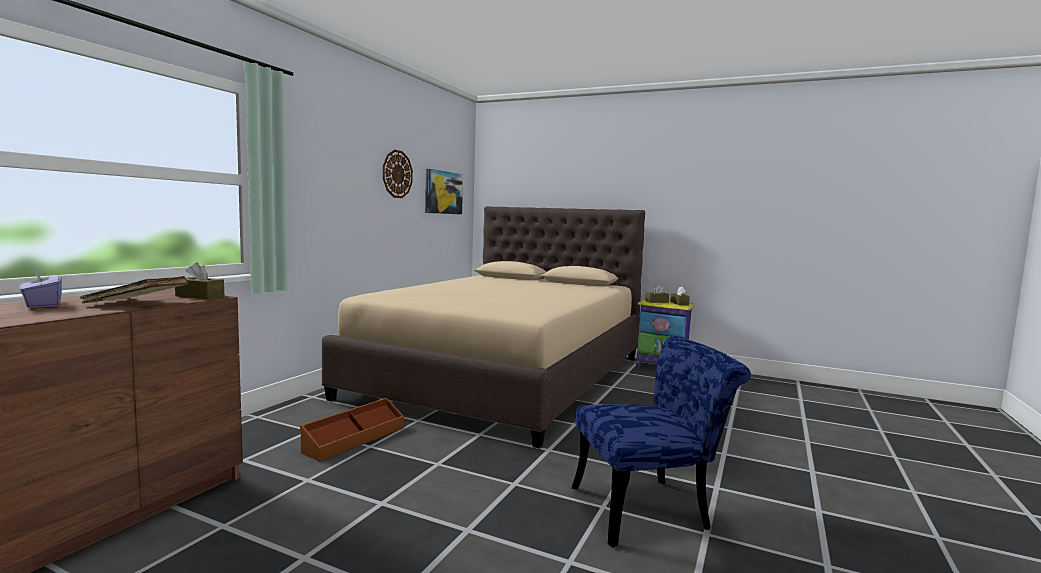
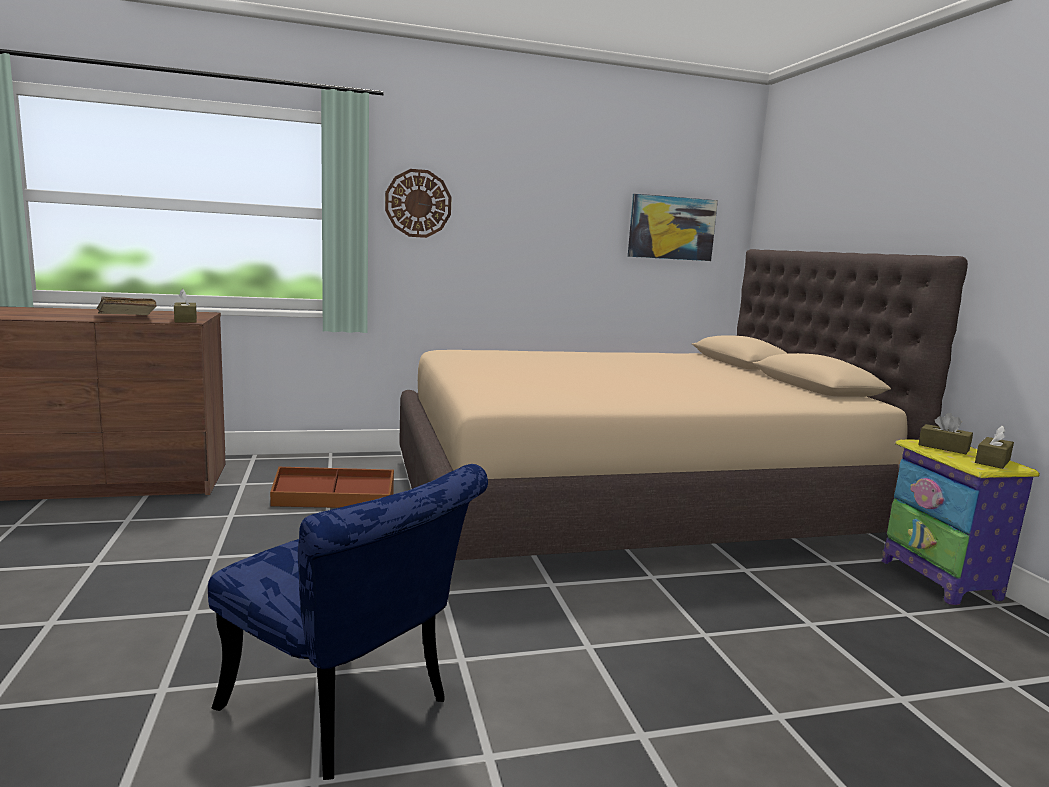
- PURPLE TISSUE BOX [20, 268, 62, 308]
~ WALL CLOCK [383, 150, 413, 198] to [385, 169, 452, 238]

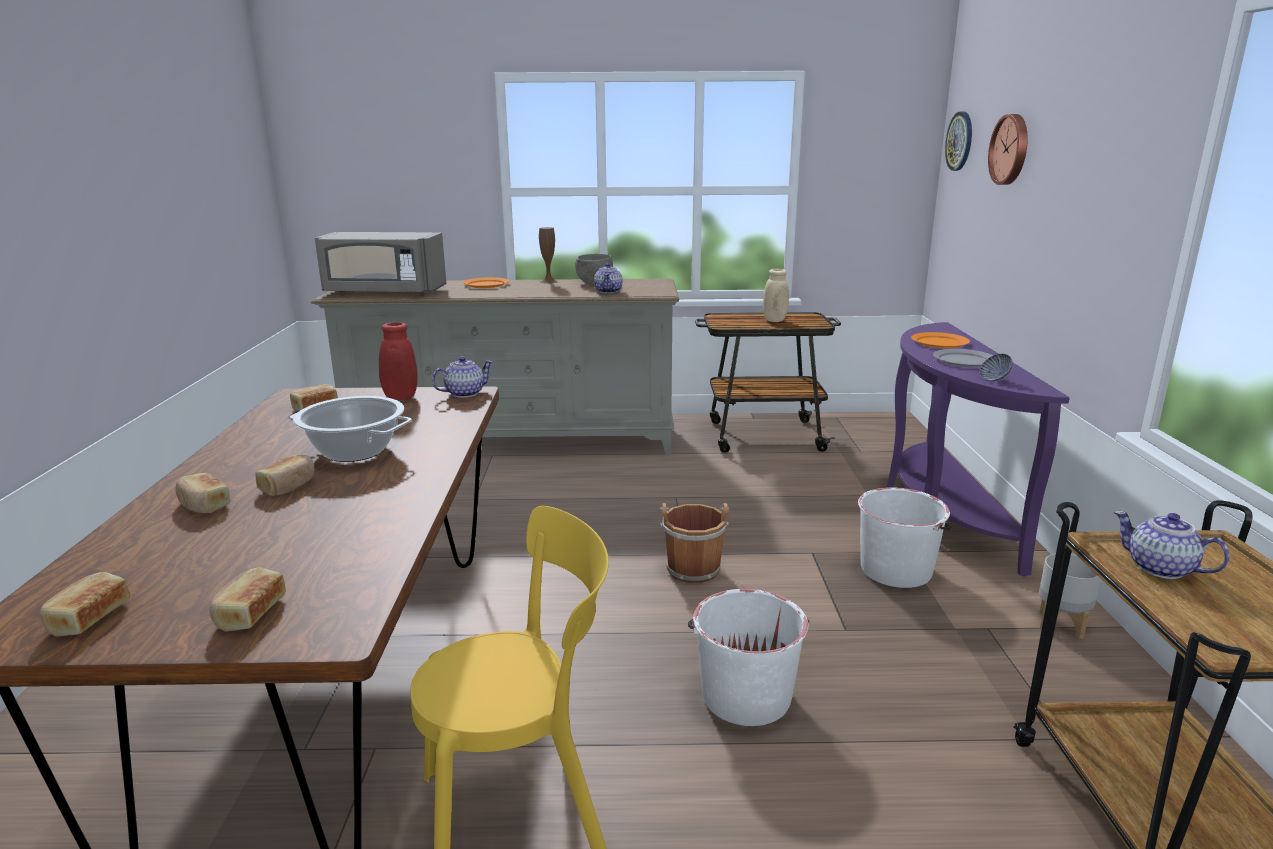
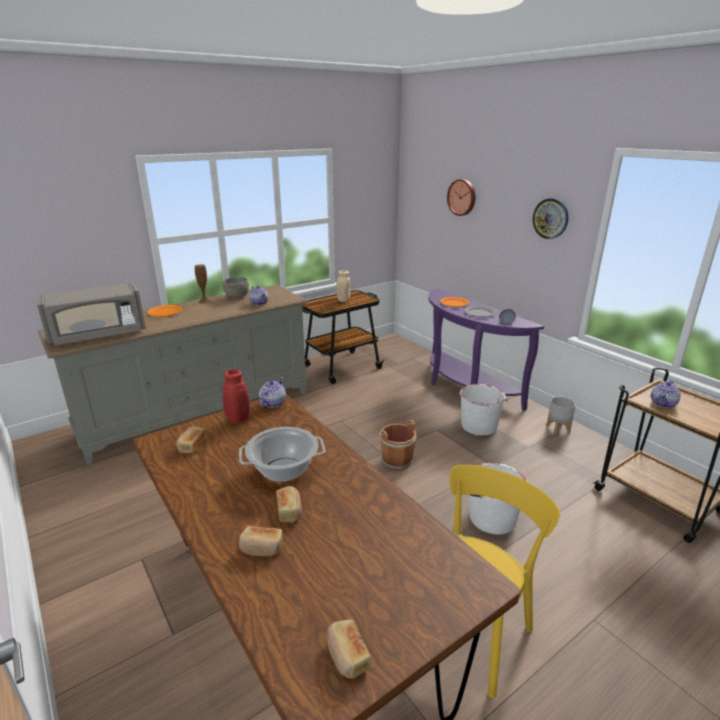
- BREAD [209, 568, 286, 631]
~ WALL CLOCK [945, 112, 972, 171] to [532, 198, 568, 239]
~ TEAPOT [1114, 511, 1230, 579] = [651, 380, 681, 408] 60 degrees counterclockwise

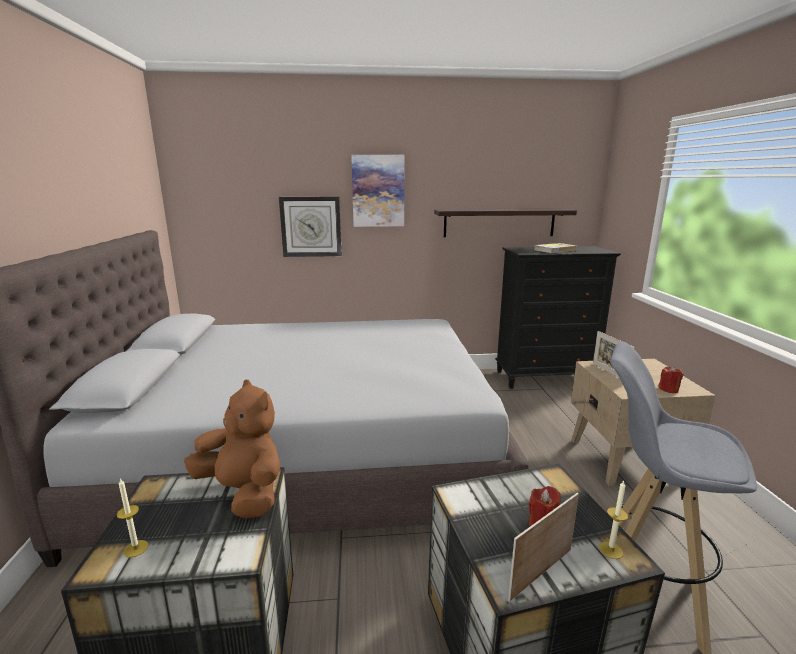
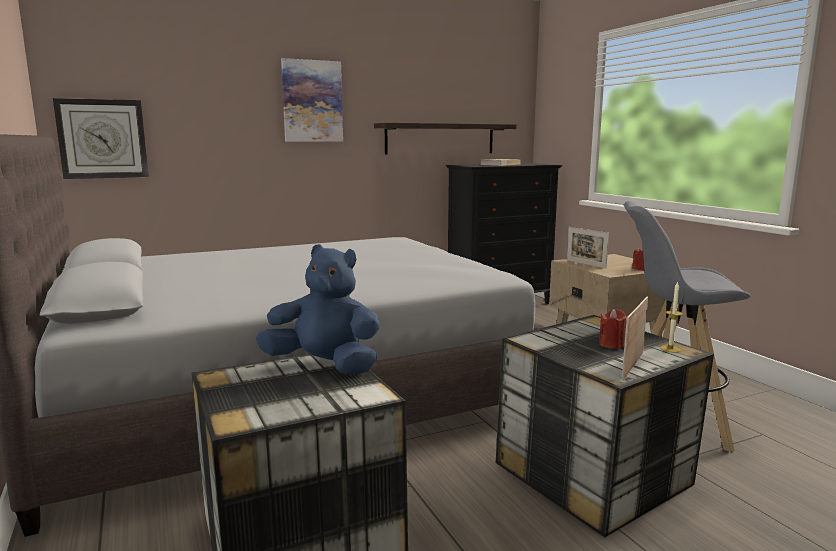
- CANDLE [116, 478, 148, 558]
~ WALL CLOCK [279, 197, 342, 257] to [53, 98, 149, 179]
~ BROWN PLUSH TOY [184, 380, 280, 518] to BLUE PLUSH TOY [256, 244, 380, 375]

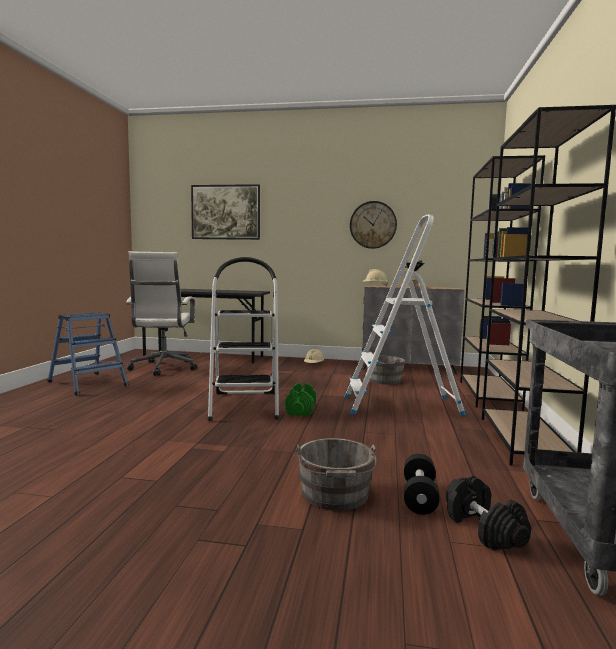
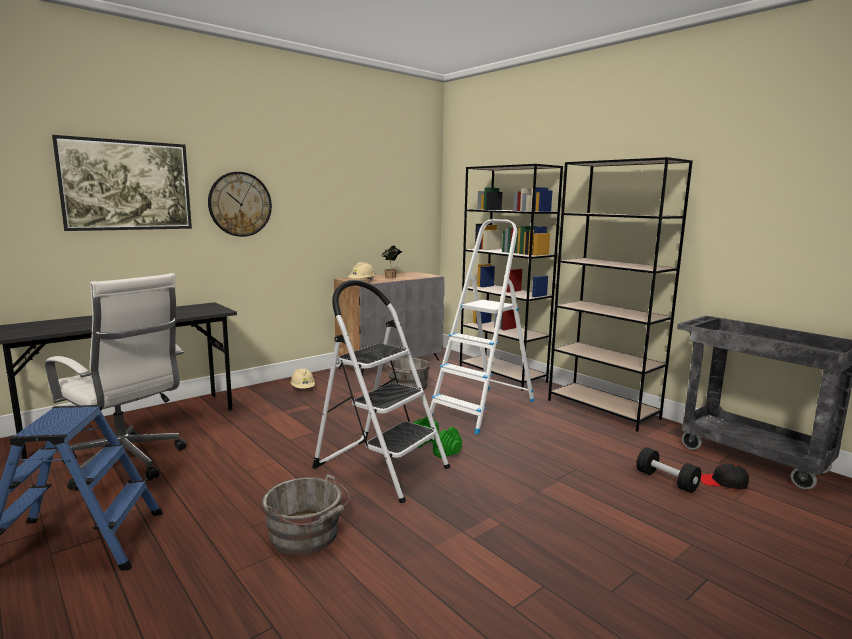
~ GREY BUCKET [296, 438, 377, 511] to [262, 474, 350, 555]
~ WALL CLOCK [350, 201, 397, 249] to [208, 172, 272, 237]
~ BLACK DUMBBELL [446, 476, 531, 551] to BLACK CAP [701, 464, 749, 489]

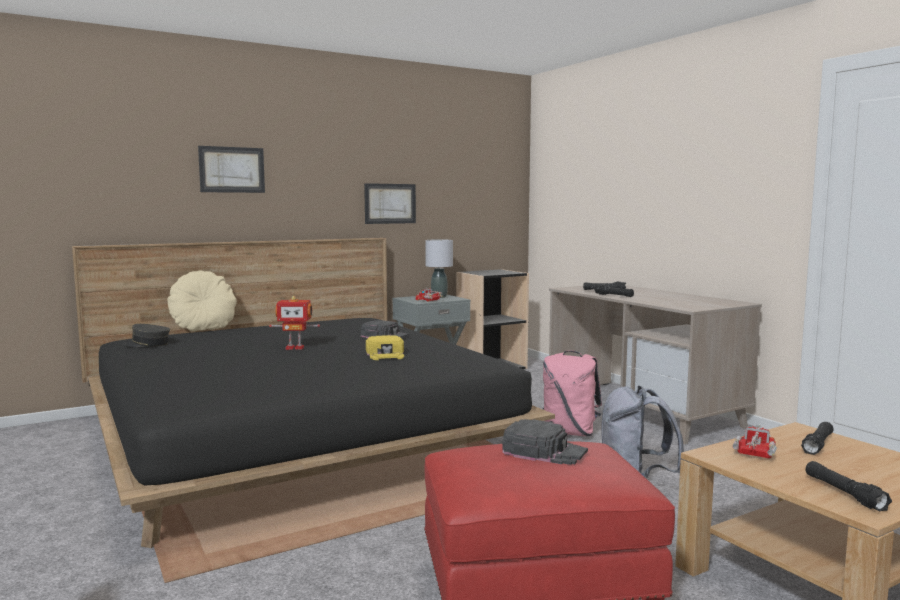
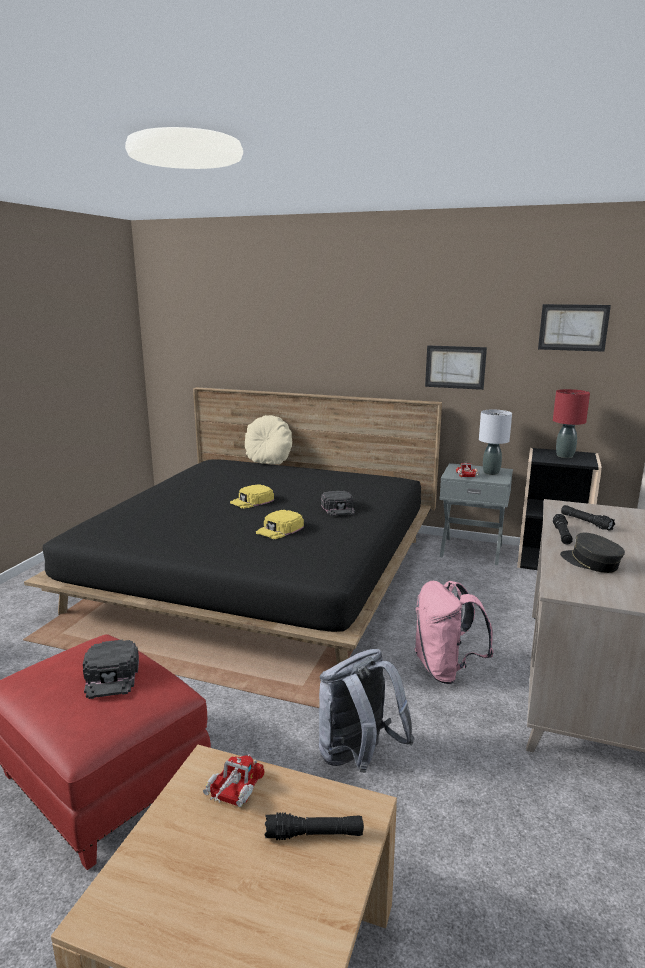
- BLACK FLASHLIGHT [805, 461, 892, 512]
+ RED TABLE LAMP [553, 389, 590, 458]
~ GREY CAP [123, 324, 170, 347] to [560, 533, 625, 573]
~ PICTURE [198, 146, 265, 193] to [538, 304, 611, 352]
~ TOY ROBOT [269, 296, 320, 350] to YELLOW CAP [230, 484, 274, 508]
~ TOY TRUCK [732, 424, 777, 458] = [203, 753, 265, 807] 60 degrees counterclockwise

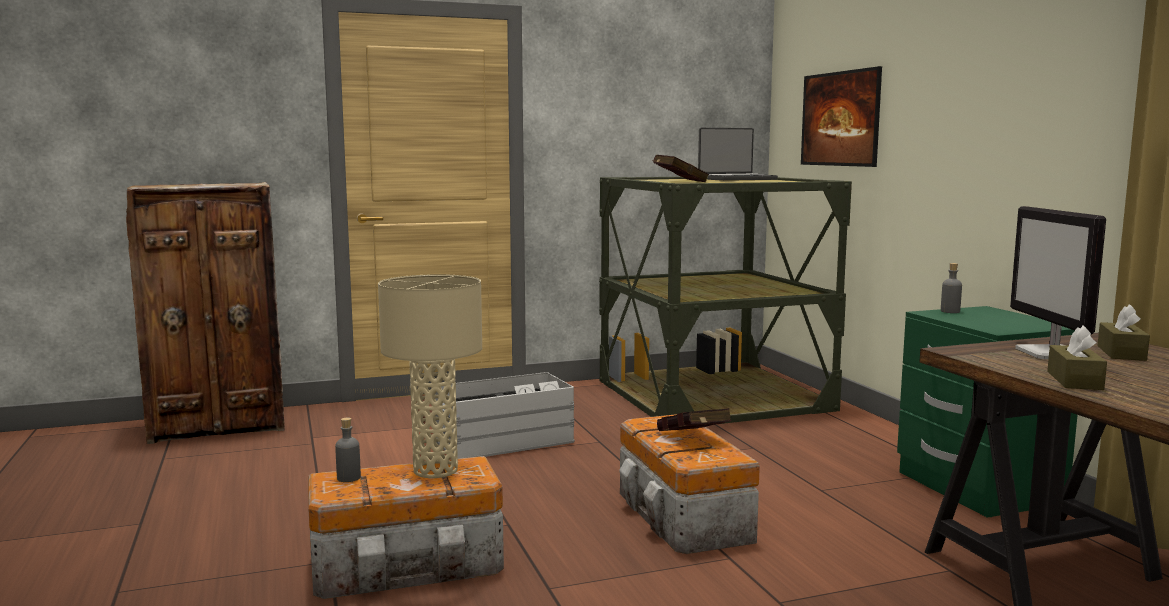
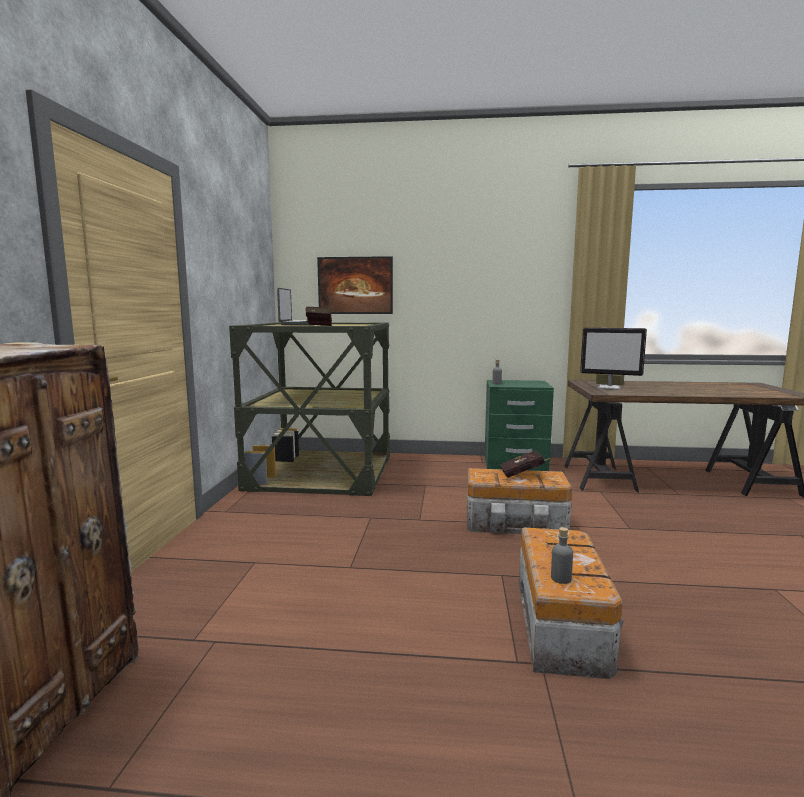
- BEIGE TABLE LAMP [378, 274, 482, 478]
- GREY STORAGE BOX [435, 372, 575, 459]
- BROWN TISSUE BOX [1047, 326, 1107, 390]

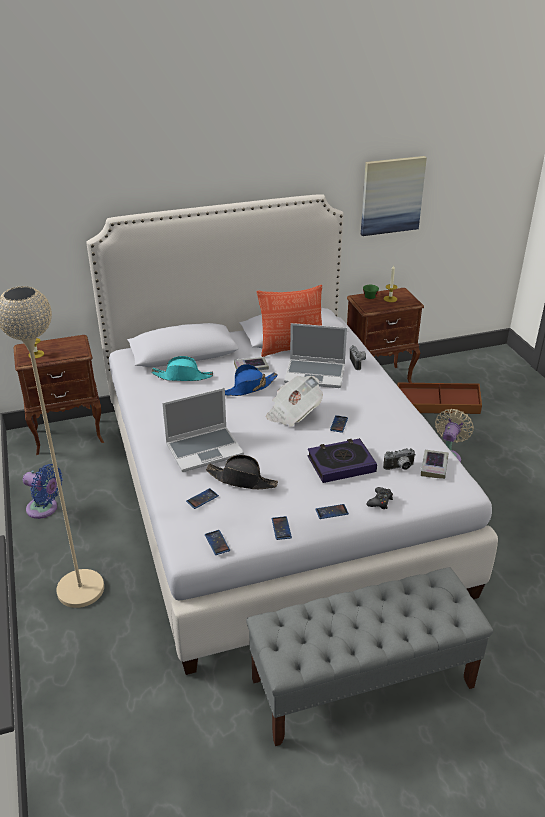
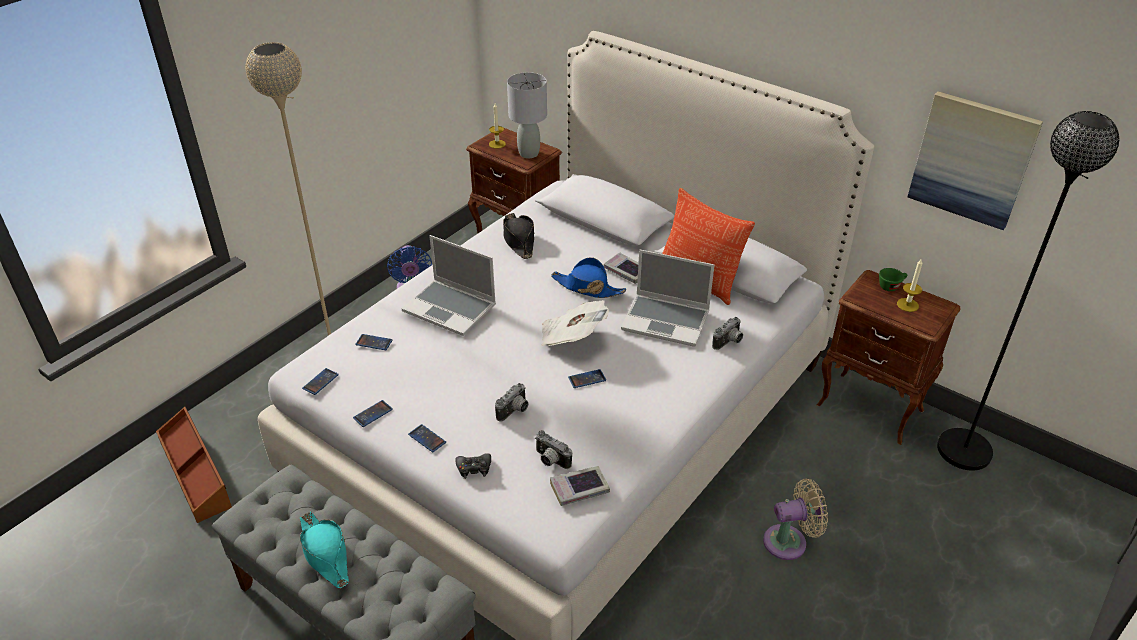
+ GREY TABLE LAMP [507, 72, 547, 158]
+ BLACK FLOOR LAMP [937, 111, 1120, 471]
~ TURQUOISE HAT [151, 356, 213, 381] to [300, 512, 349, 589]
~ BLACK HAT [206, 455, 278, 489] to [503, 213, 534, 259]
~ BROWN STORAGE BOX [397, 383, 482, 414] to [156, 407, 232, 523]
~ BOOK [307, 438, 377, 483] to PHOTO CAMERA [495, 383, 528, 422]
~ LAPTOP [284, 323, 347, 388] = [621, 250, 714, 346] 45 degrees counterclockwise

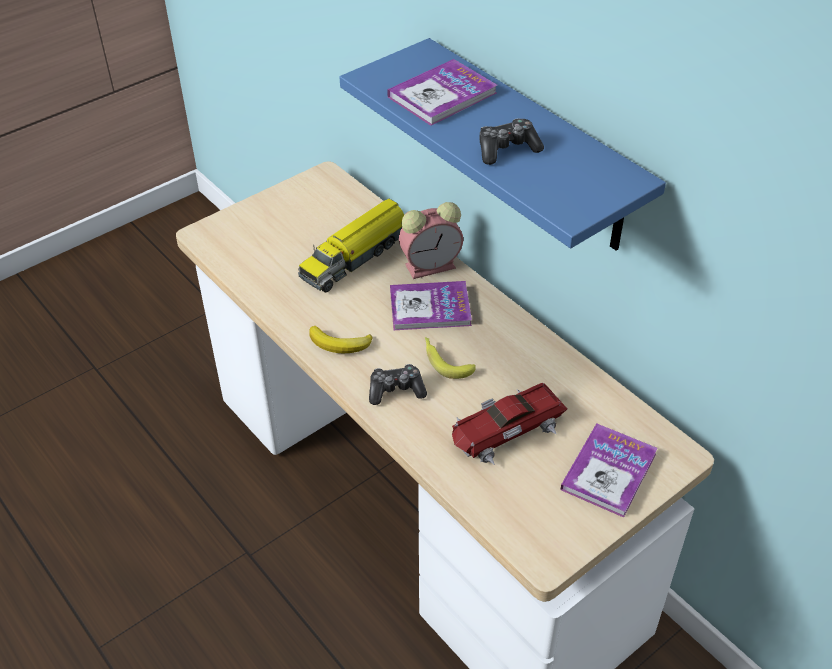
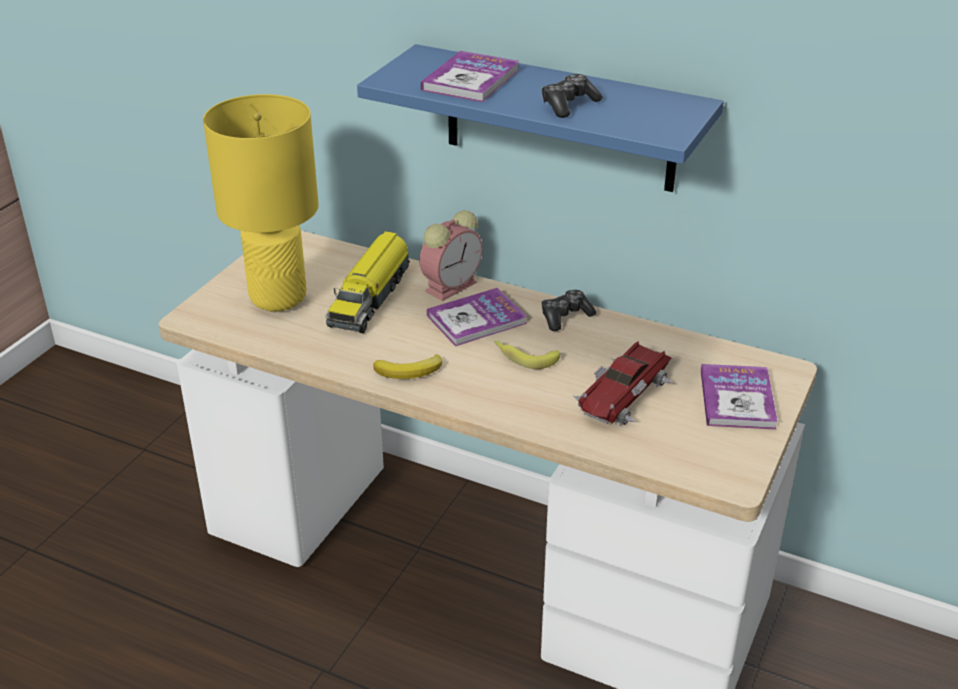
+ YELLOW TABLE LAMP [203, 94, 319, 312]
~ GAME CONTROLLER [369, 364, 427, 405] to [541, 290, 596, 331]

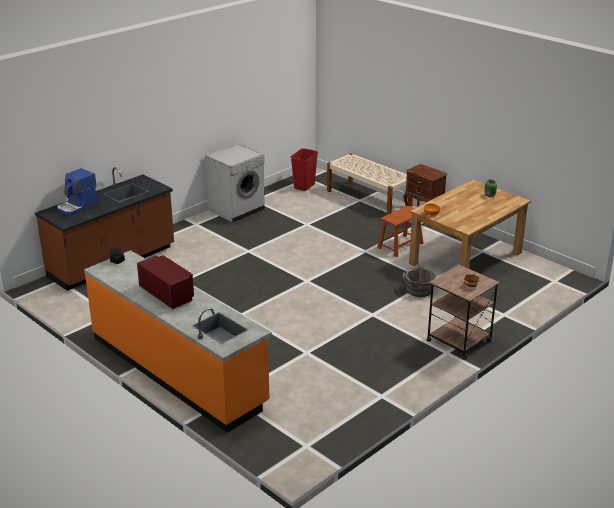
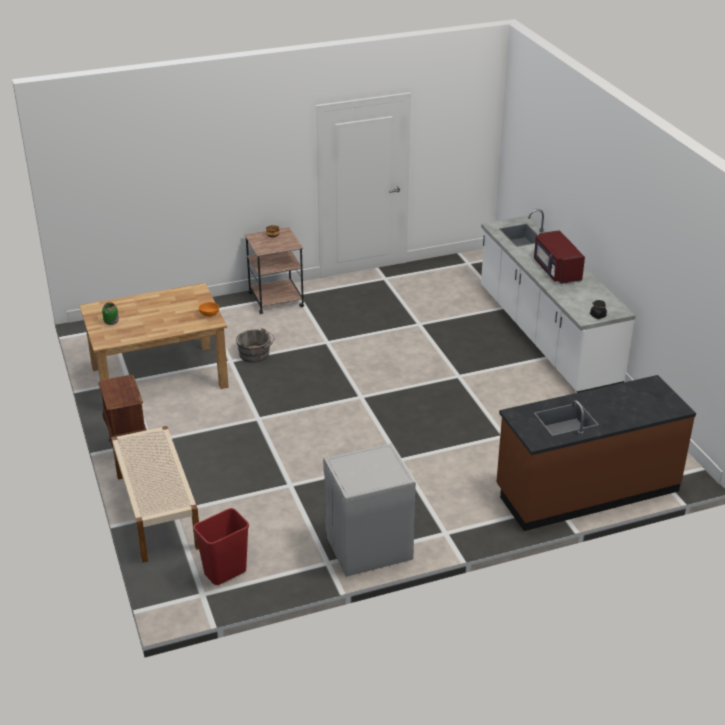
- COFFEE MACHINE [58, 168, 98, 215]
- BROWN STOOL [377, 206, 424, 257]
~ ORANGE COUNTER [84, 250, 272, 433] to WHITE COUNTER [481, 209, 636, 393]

